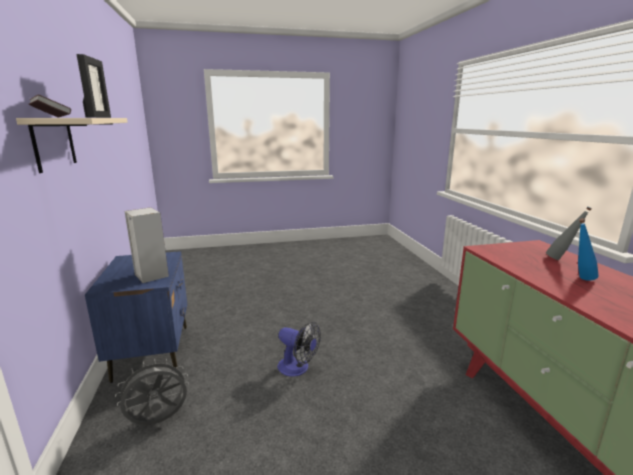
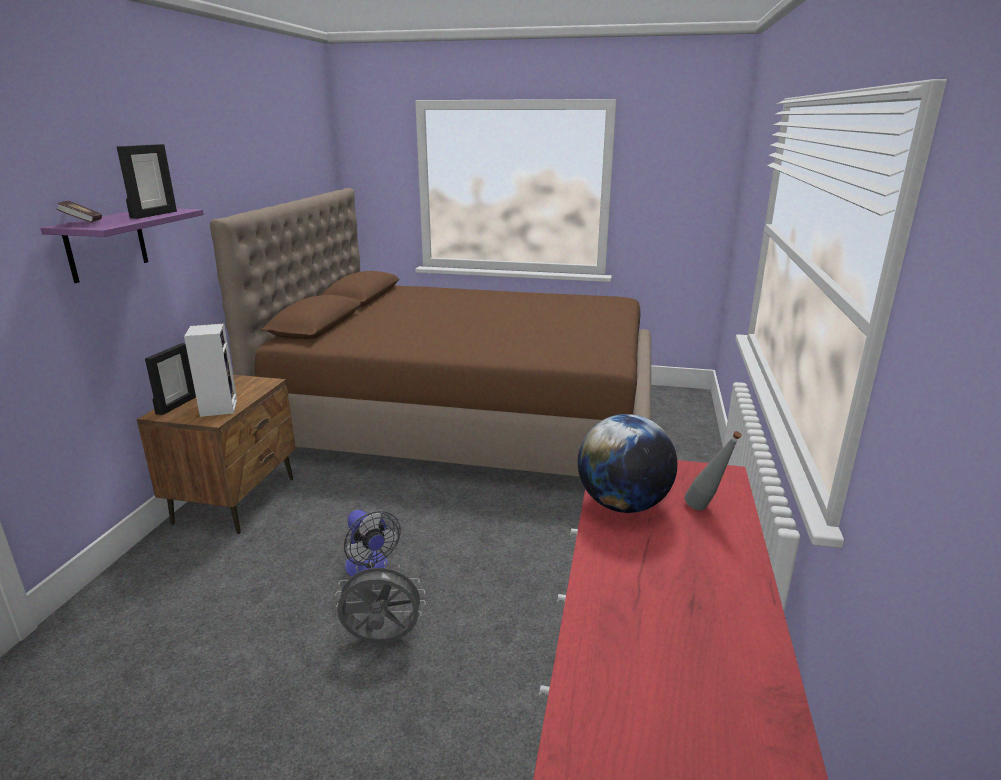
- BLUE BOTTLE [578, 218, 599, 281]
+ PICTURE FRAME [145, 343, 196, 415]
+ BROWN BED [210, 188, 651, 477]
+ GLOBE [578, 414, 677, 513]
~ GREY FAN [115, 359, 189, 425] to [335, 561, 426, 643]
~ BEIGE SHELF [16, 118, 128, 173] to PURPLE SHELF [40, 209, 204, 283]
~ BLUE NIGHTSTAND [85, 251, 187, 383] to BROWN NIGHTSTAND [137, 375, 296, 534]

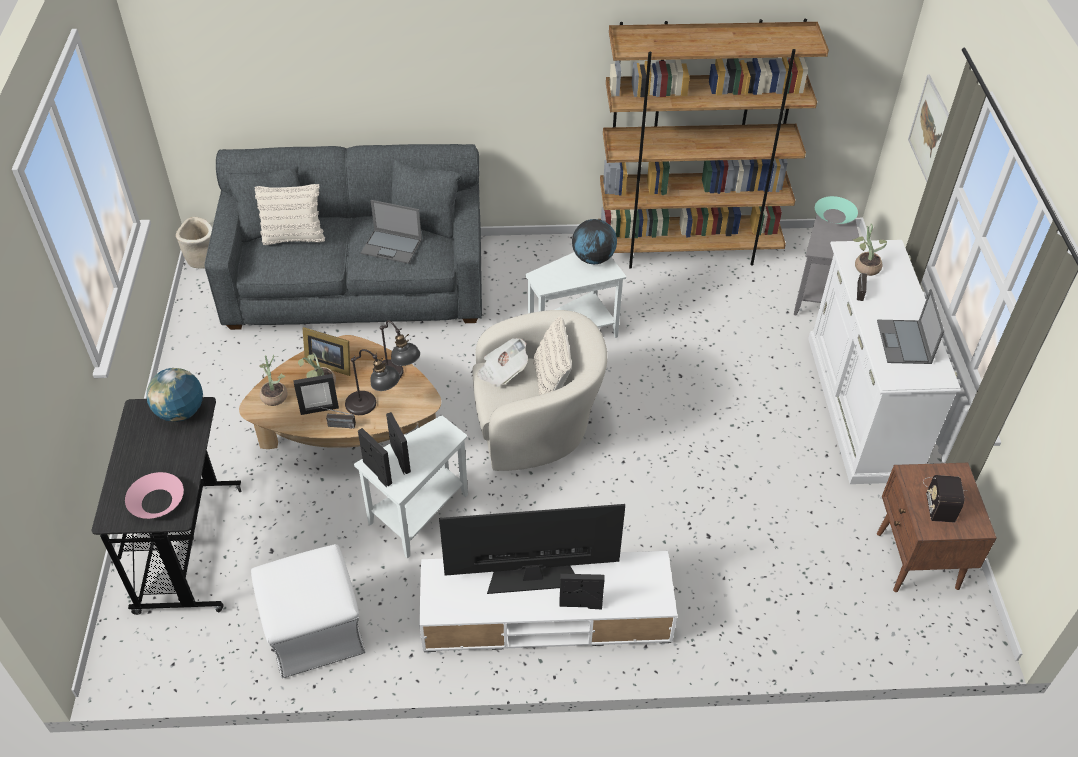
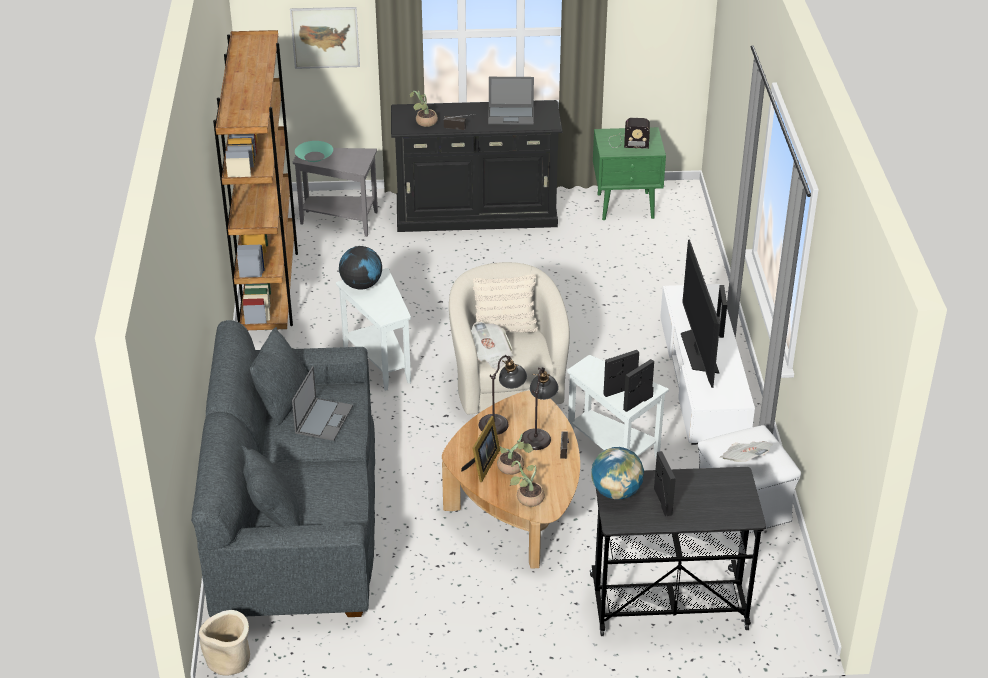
- PINK BOWL [125, 472, 184, 519]
- BEIGE PILLOW [255, 184, 325, 246]
+ NEWSPAPER [720, 441, 773, 462]
~ PICTURE FRAME [293, 374, 339, 415] to [654, 451, 676, 517]
~ WHITE CABINET [808, 240, 961, 484] to BLACK CABINET [391, 100, 563, 232]
~ BROWN NIGHTSTAND [877, 463, 997, 592] to GREEN NIGHTSTAND [593, 127, 666, 220]

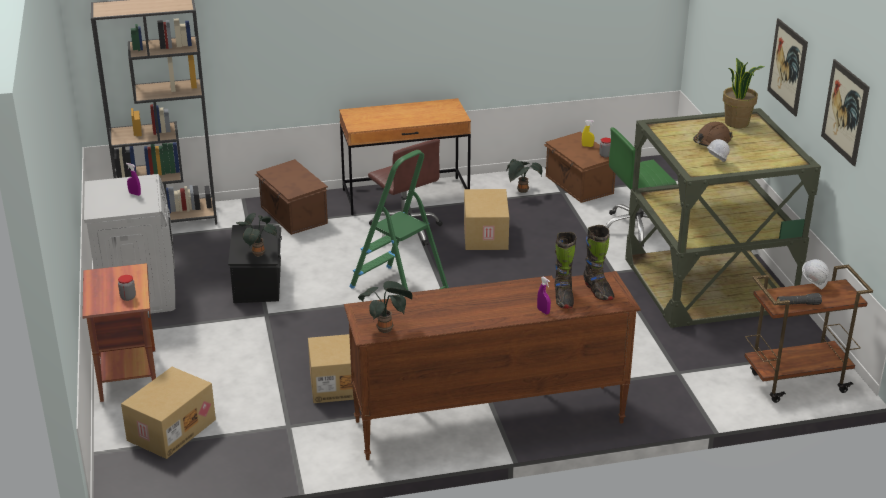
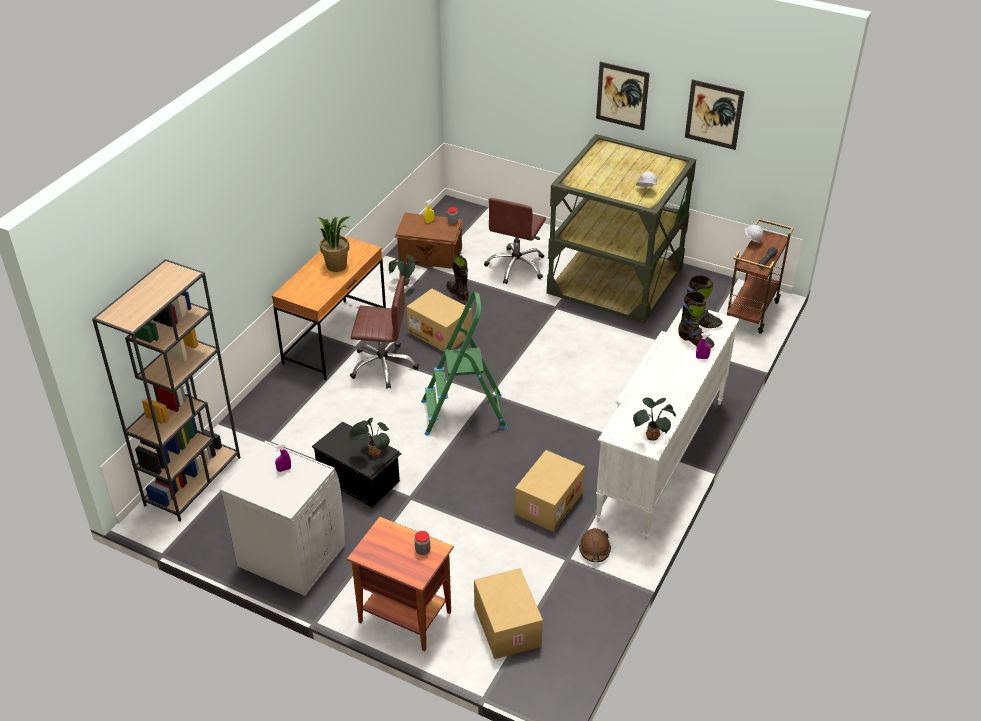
- BROWN STORAGE BOX [255, 159, 328, 235]
+ BLACK BOOT [446, 255, 469, 301]
~ BROWN HARD HAT [693, 122, 733, 146] to [579, 528, 611, 562]
~ POTTED PLANT [723, 58, 764, 128] to [317, 216, 350, 272]
~ BROWN CABINET [344, 271, 641, 460] to WHITE CABINET [595, 307, 739, 540]
~ GREEN OFFICE CHAIR [605, 127, 677, 247] to BROWN OFFICE CHAIR [484, 198, 546, 284]

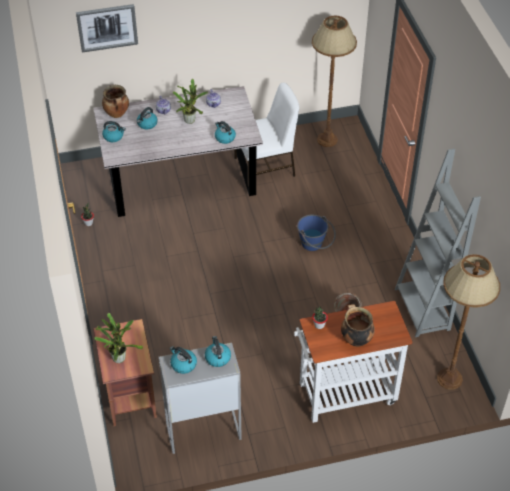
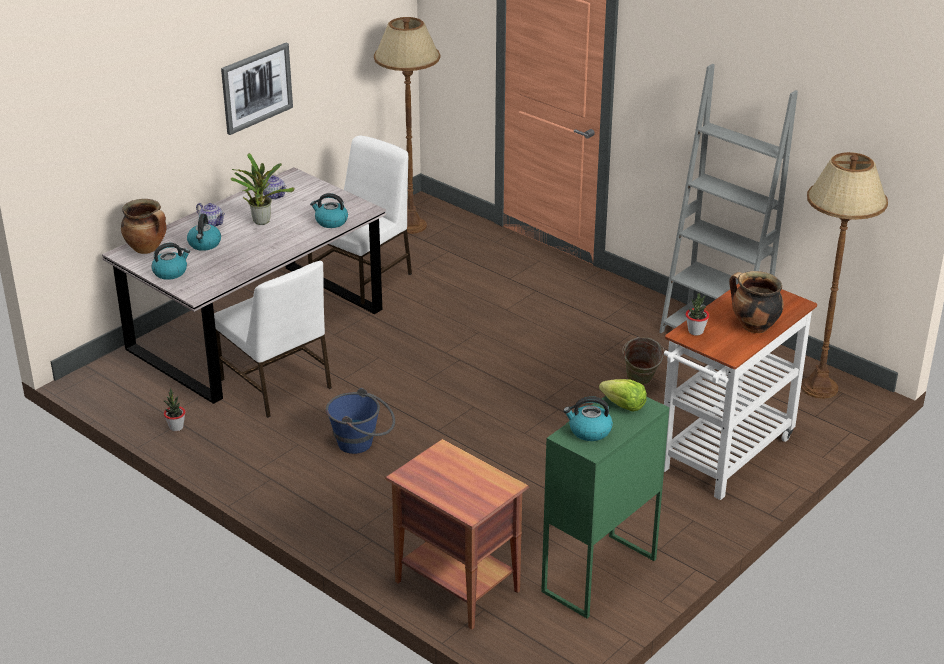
- POTTED PLANT [94, 313, 143, 363]
+ WHITE CHAIR [214, 261, 332, 418]
~ PICTURE [76, 4, 138, 52] to [221, 43, 293, 135]
~ BLUE BUCKET [297, 214, 336, 251] to [326, 388, 395, 454]
~ KETTLE [205, 336, 231, 367] to LETTUCE [599, 379, 647, 412]
~ GREY CABINET [159, 343, 242, 454] to GREEN CABINET [541, 396, 669, 618]

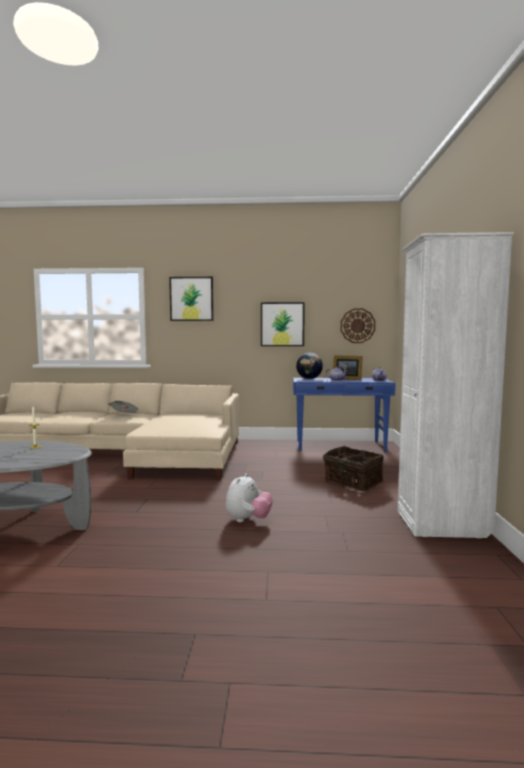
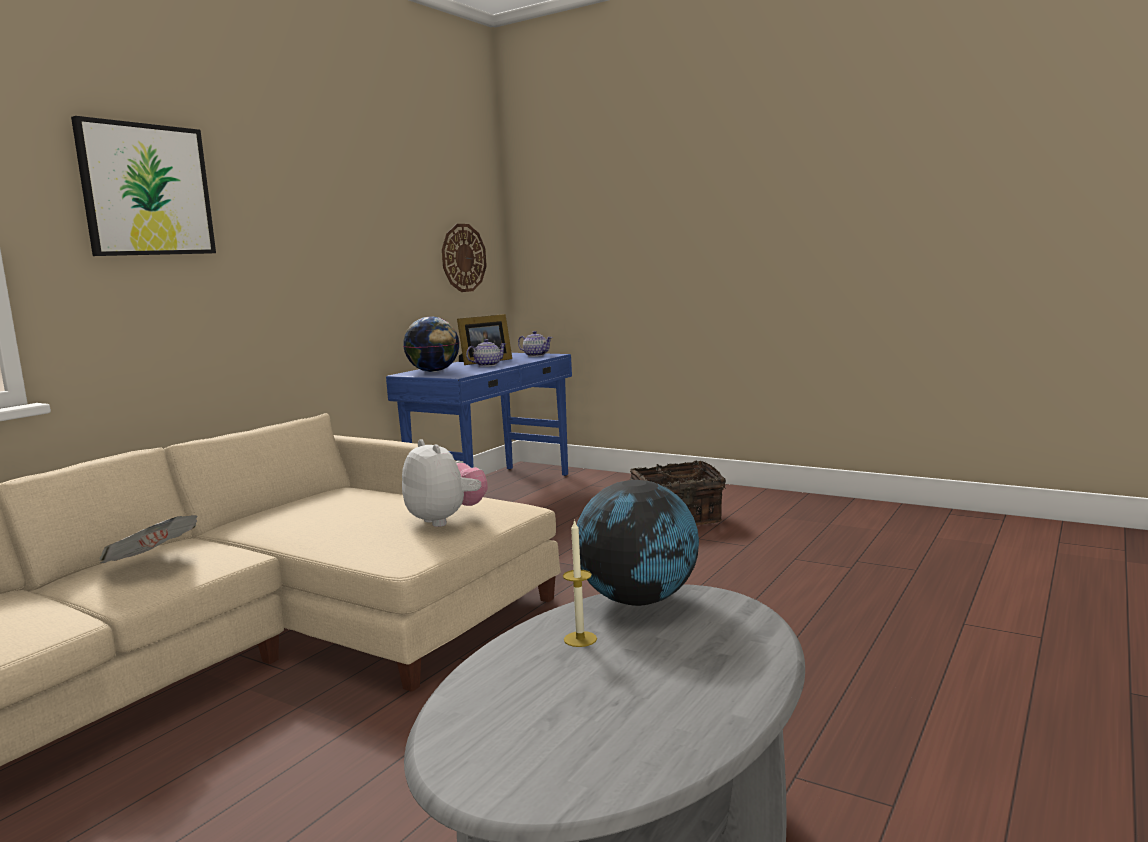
- PICTURE [261, 302, 305, 346]
- WHITE CABINET [398, 232, 514, 538]
+ GLOBE [577, 480, 699, 606]
~ PLUSH TOY [226, 473, 273, 522] to [402, 439, 488, 527]

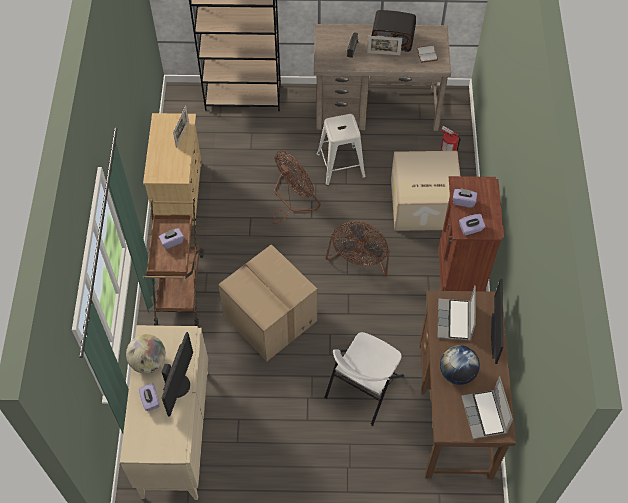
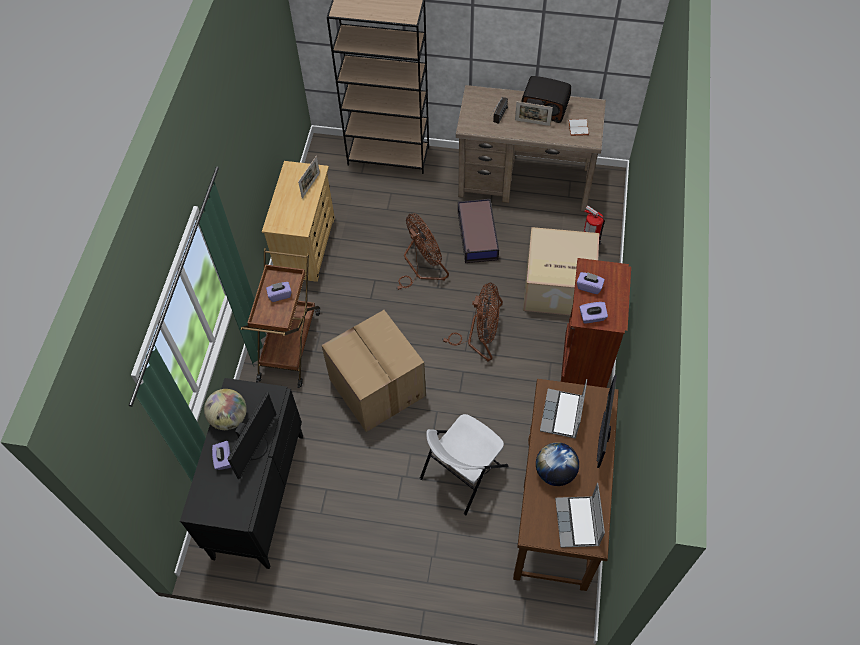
~ WHITE STOOL [316, 114, 366, 185] to STORAGE BOX [458, 199, 499, 263]
~ BEIGE CABINET [120, 325, 208, 500] to BLACK CABINET [180, 378, 303, 569]
~ BROWN FAN [326, 221, 390, 276] = [442, 282, 503, 361] 105 degrees counterclockwise

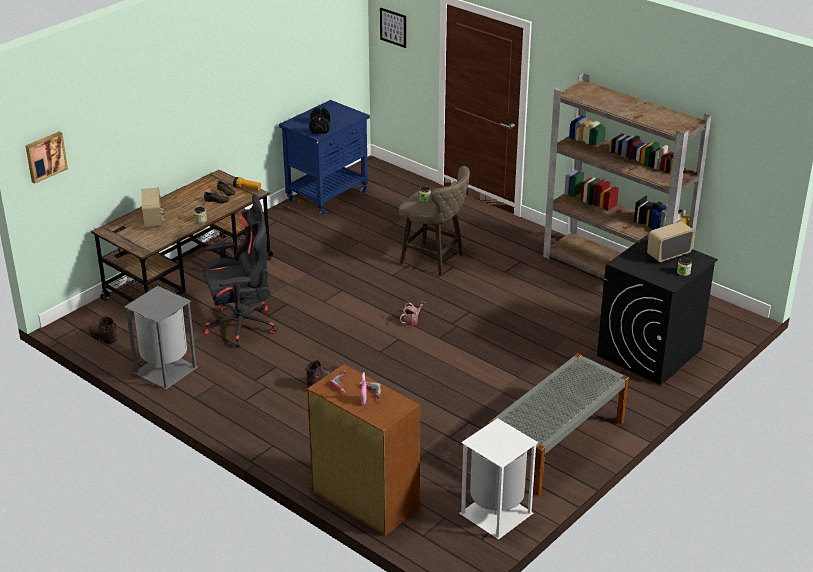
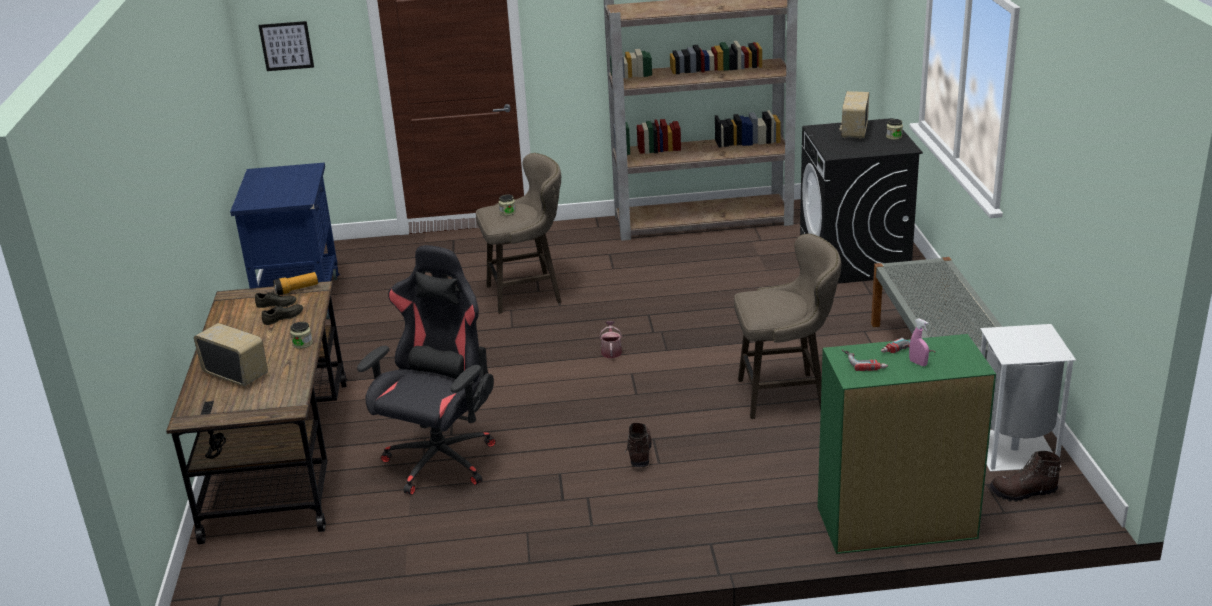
- PICTURE [26, 132, 68, 184]
- GREY TRASH CAN [124, 286, 198, 389]
- BLACK DUMBBELL [309, 107, 330, 134]
+ BEIGE STOOL [734, 233, 841, 419]
~ BROWN BOOT [89, 316, 118, 345] to [989, 451, 1061, 502]
~ BROWN CABINET [307, 364, 420, 536] to GREEN CABINET [818, 334, 996, 554]

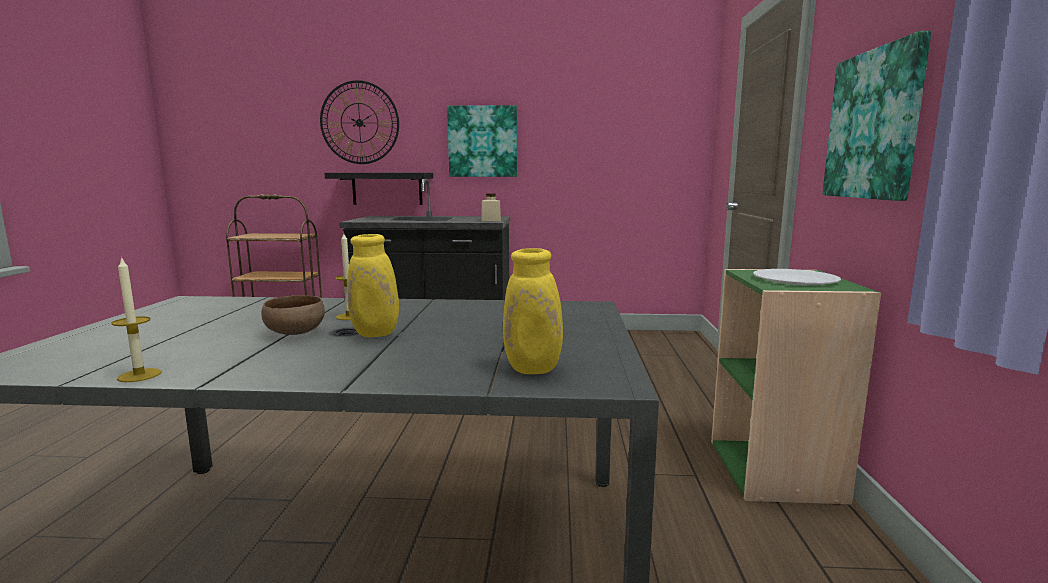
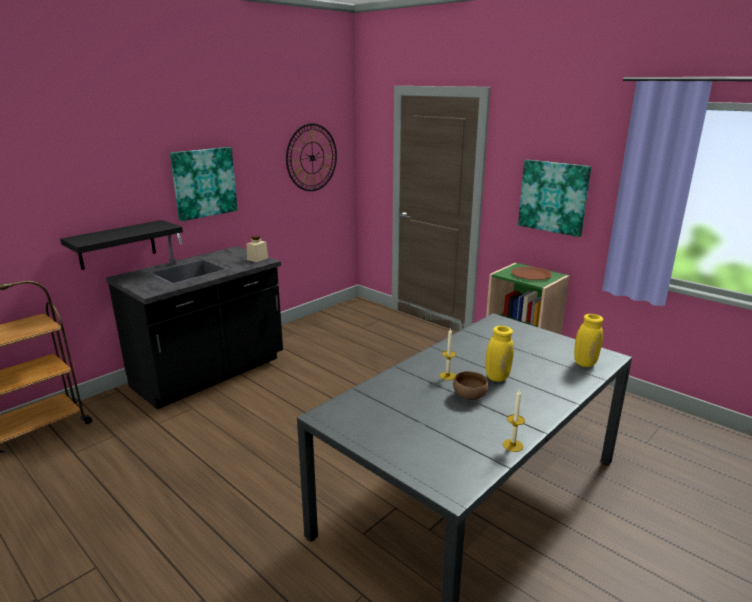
~ WALL CLOCK [320, 80, 399, 164] to [286, 123, 337, 191]
~ WHITE PLATE [753, 269, 841, 285] to BROWN PLATE [511, 267, 552, 280]

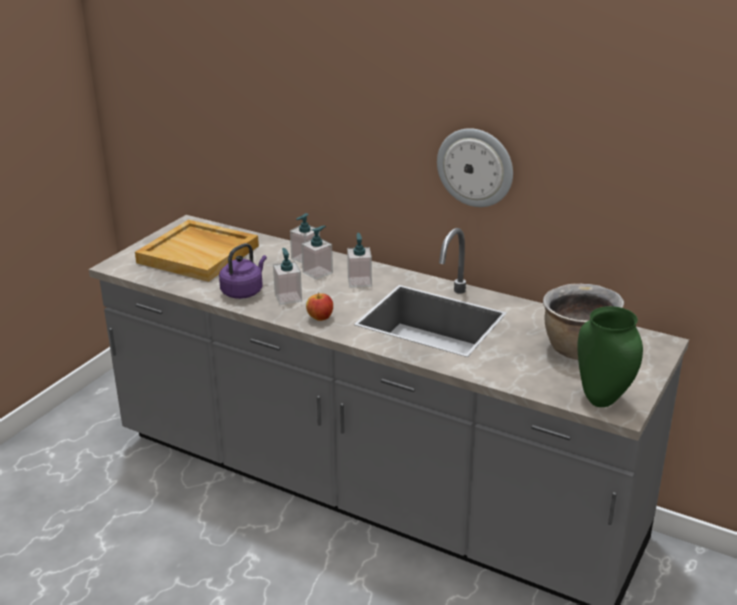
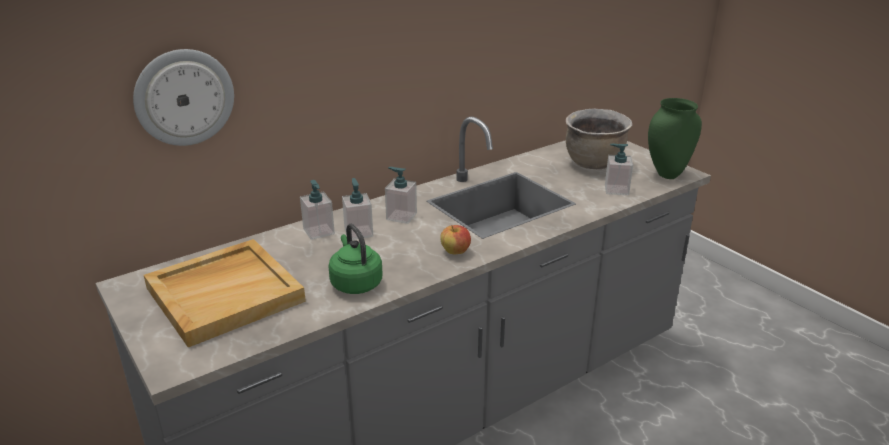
~ SOAP DISPENSER [273, 248, 302, 305] to [605, 144, 633, 195]
~ WALL CLOCK [437, 128, 513, 207] to [133, 49, 234, 146]
~ PURPLE KETTLE [219, 243, 267, 299] to GREEN KETTLE [328, 224, 383, 294]

